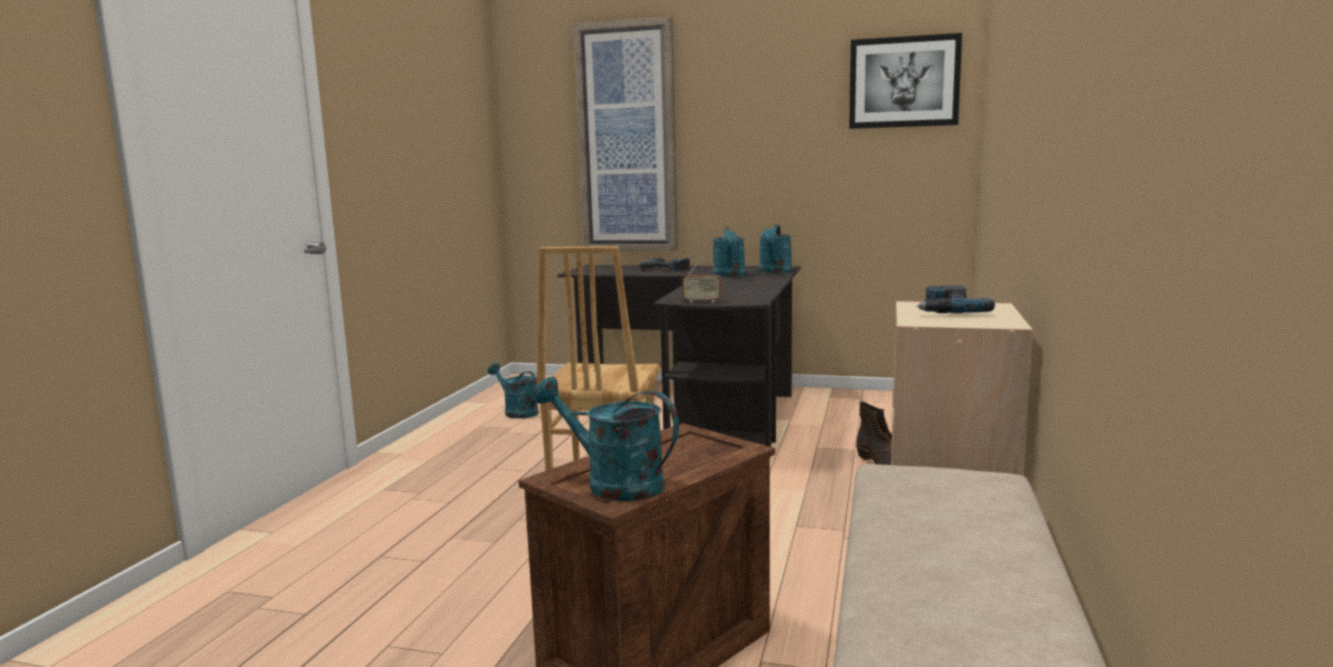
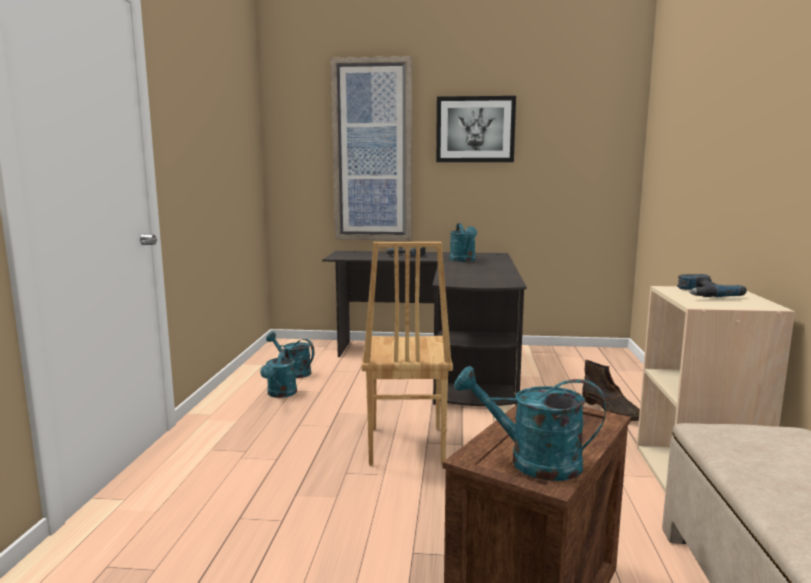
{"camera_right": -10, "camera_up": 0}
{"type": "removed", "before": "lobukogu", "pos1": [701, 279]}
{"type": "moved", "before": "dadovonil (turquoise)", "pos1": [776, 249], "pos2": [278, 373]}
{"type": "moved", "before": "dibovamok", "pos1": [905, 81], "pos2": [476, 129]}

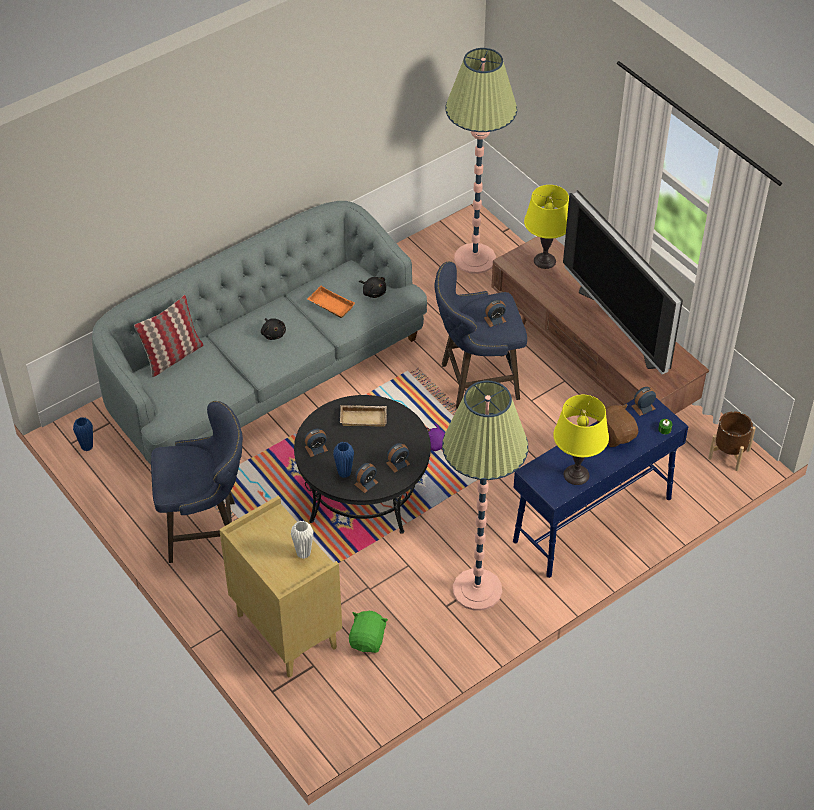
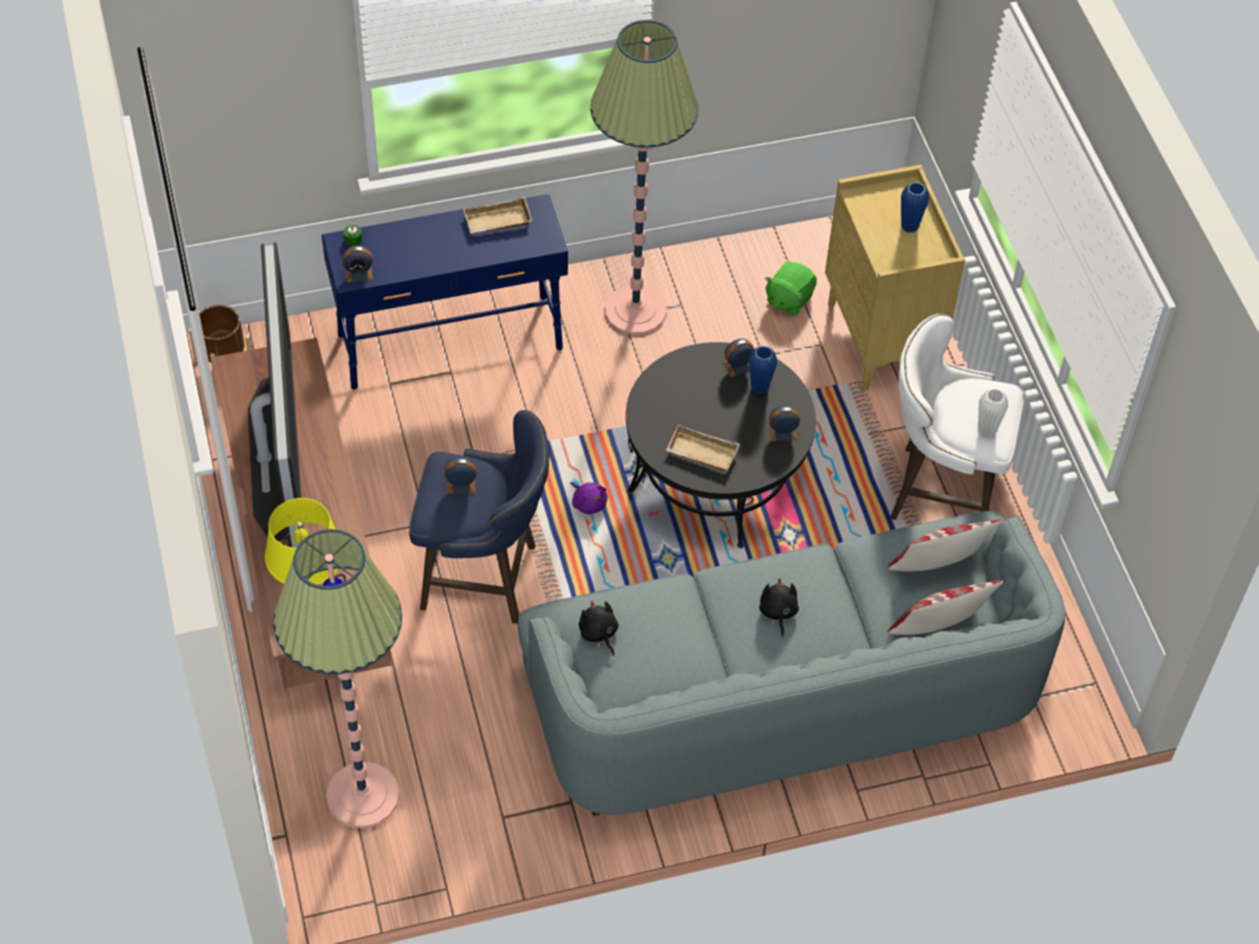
{"camera_right": -160, "camera_up": 5}
{"type": "moved", "before": "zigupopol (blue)", "pos1": [83, 434], "pos2": [915, 207]}
{"type": "recoloured", "before": "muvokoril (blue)", "after": "muvokoril (white)", "pos1": [197, 482], "pos2": [957, 417]}
{"type": "moved", "before": "zigupopol (white)", "pos1": [302, 540], "pos2": [993, 413]}
{"type": "removed", "before": "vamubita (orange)", "pos1": [331, 302]}
{"type": "removed", "before": "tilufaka", "pos1": [398, 458]}
{"type": "replaced", "before": "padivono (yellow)", "after": "vamubita (beige)", "pos1": [581, 440], "pos2": [497, 215]}
{"type": "removed", "before": "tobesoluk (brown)", "pos1": [617, 425]}
{"type": "added", "after": "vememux", "pos2": [945, 545]}

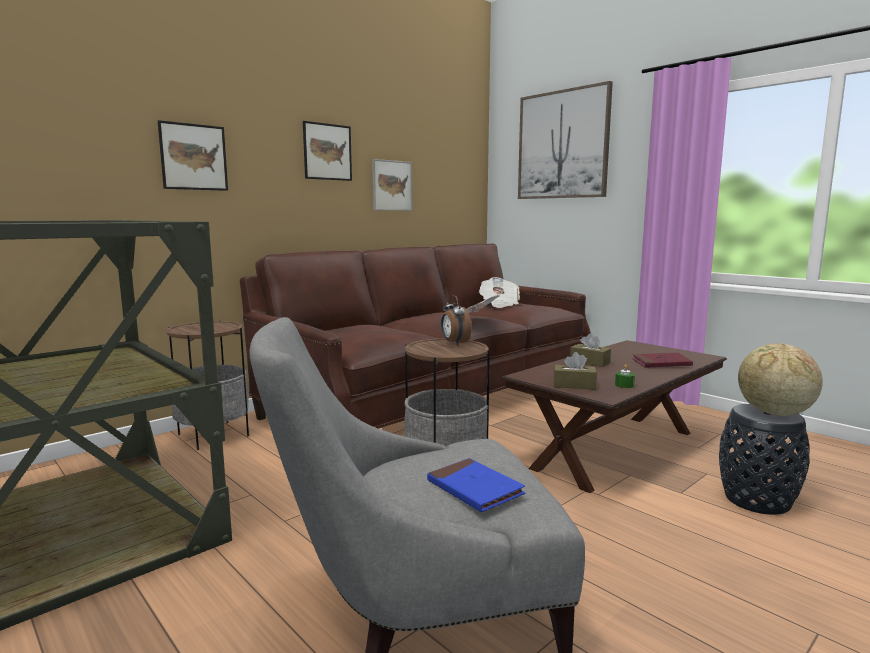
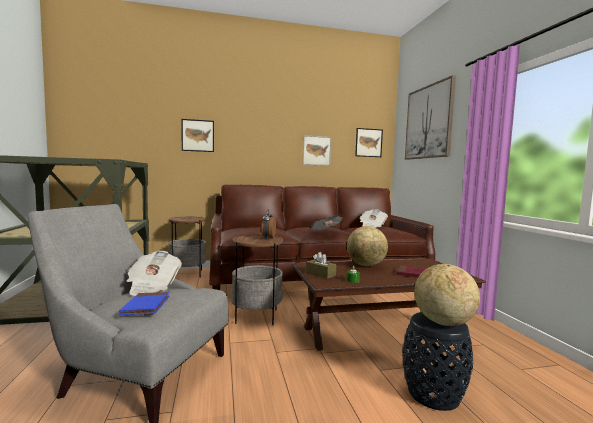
{"camera_right": 30, "camera_up": -5}
{"type": "moved", "before": "dibovamok", "pos1": [327, 151], "pos2": [369, 142]}
{"type": "replaced", "before": "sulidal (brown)", "after": "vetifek", "pos1": [590, 350], "pos2": [367, 246]}
{"type": "added", "after": "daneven", "pos2": [154, 273]}

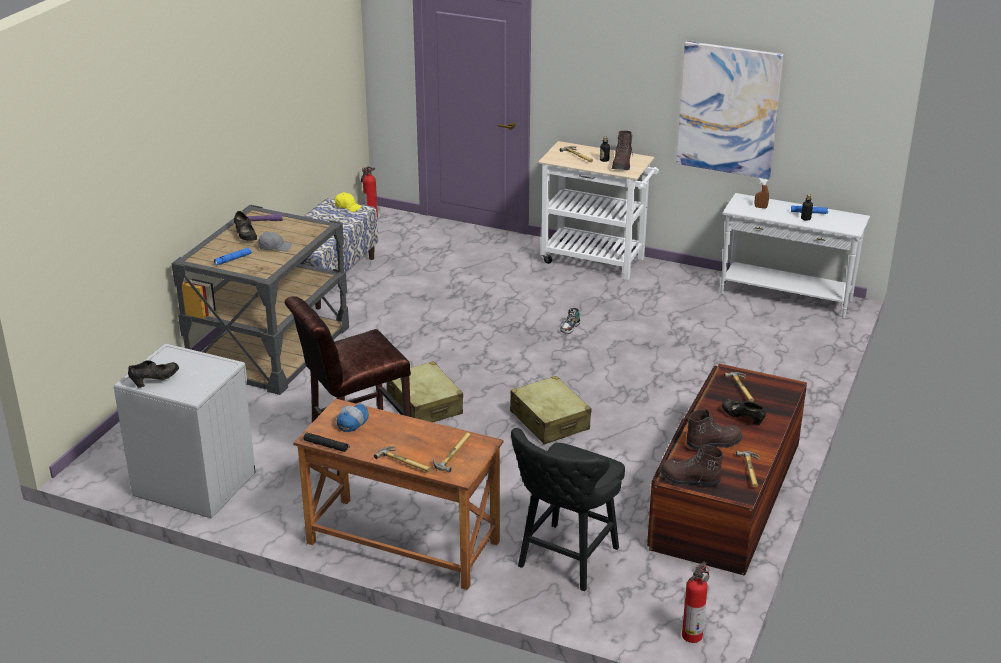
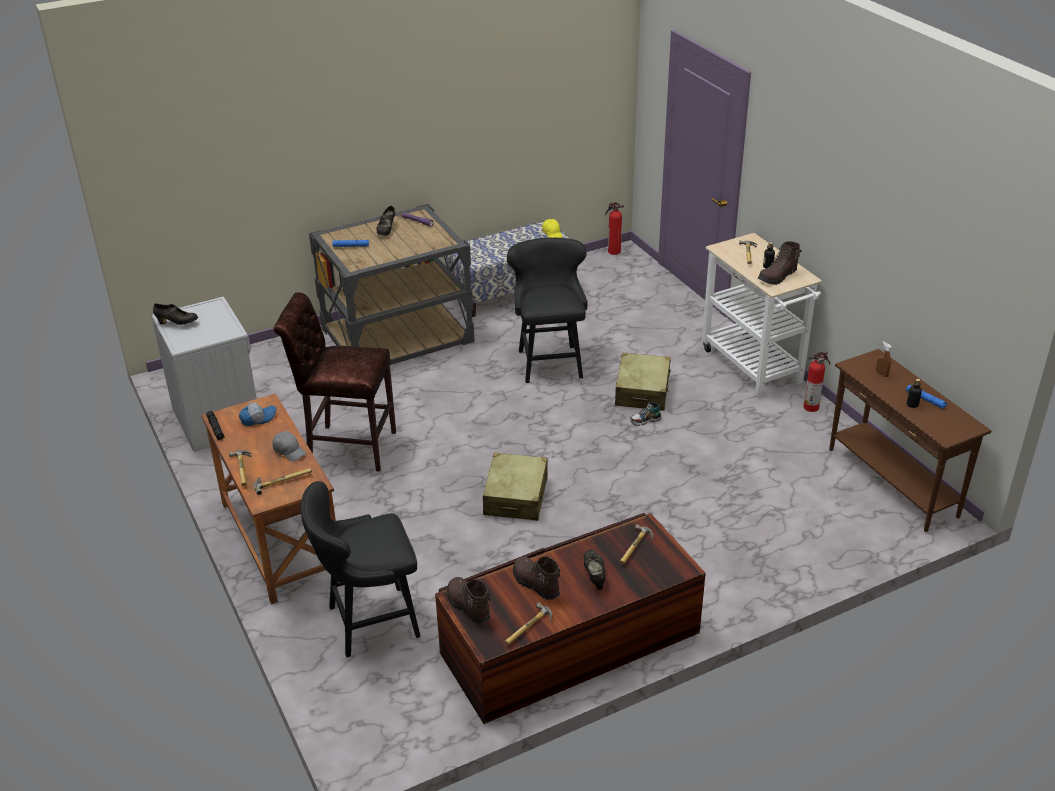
{"camera_right": 40, "camera_up": 5}
{"type": "moved", "before": "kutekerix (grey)", "pos1": [275, 241], "pos2": [289, 446]}
{"type": "moved", "before": "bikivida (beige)", "pos1": [425, 391], "pos2": [643, 382]}
{"type": "removed", "before": "dibovamok", "pos1": [730, 110]}
{"type": "moved", "before": "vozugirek", "pos1": [695, 602], "pos2": [816, 381]}
{"type": "turned", "before": "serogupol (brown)", "pos1": [714, 429], "pos2": [536, 578], "turn": -150}
{"type": "recoloured", "before": "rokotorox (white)", "after": "rokotorox (brown)", "pos1": [795, 256], "pos2": [910, 440]}
{"type": "added", "after": "muvokoril (black)", "pos2": [547, 310]}

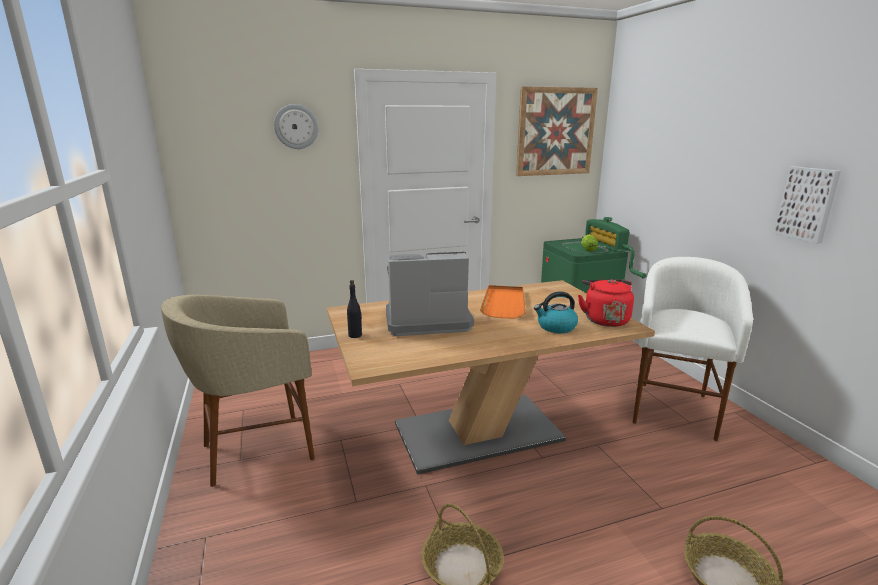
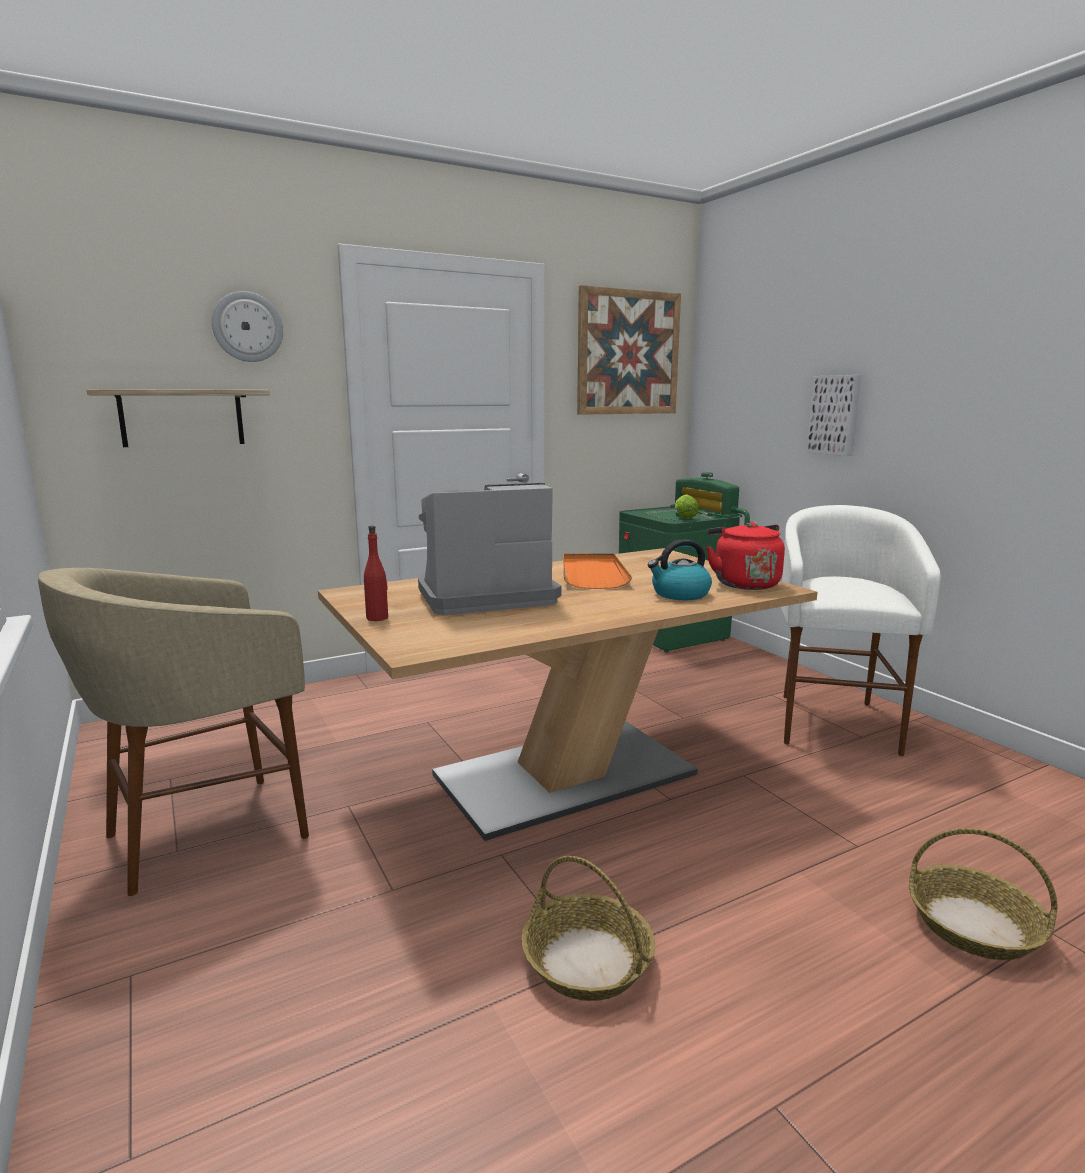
{"camera_right": -10, "camera_up": -5}
{"type": "recoloured", "before": "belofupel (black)", "after": "belofupel (red)", "pos1": [354, 309], "pos2": [376, 573]}
{"type": "moved", "before": "dibovamok", "pos1": [807, 204], "pos2": [834, 415]}
{"type": "added", "after": "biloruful", "pos2": [178, 418]}

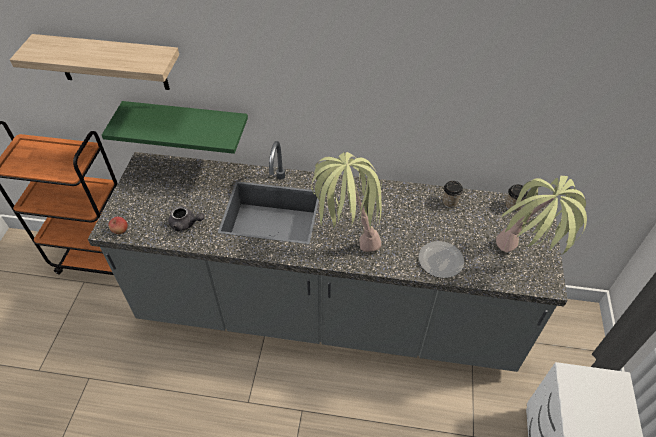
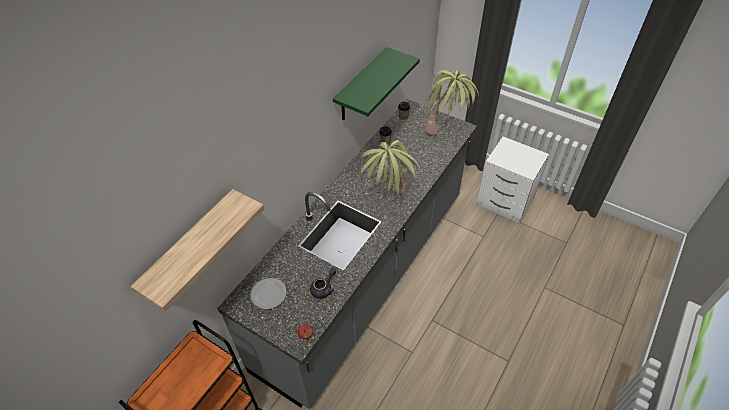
{"camera_right": -65, "camera_up": 0}
{"type": "moved", "before": "biloruful (green)", "pos1": [175, 127], "pos2": [376, 83]}
{"type": "moved", "before": "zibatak", "pos1": [441, 259], "pos2": [268, 293]}

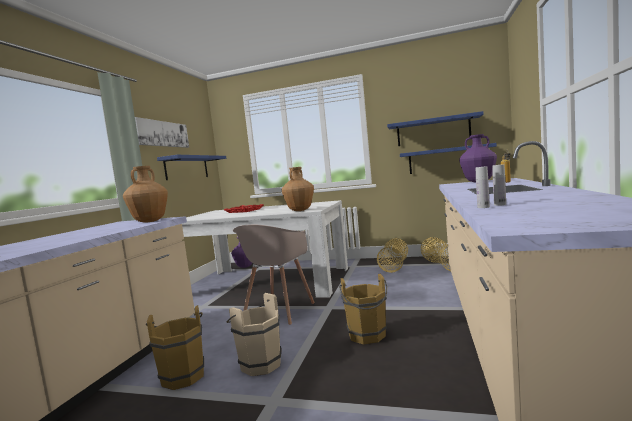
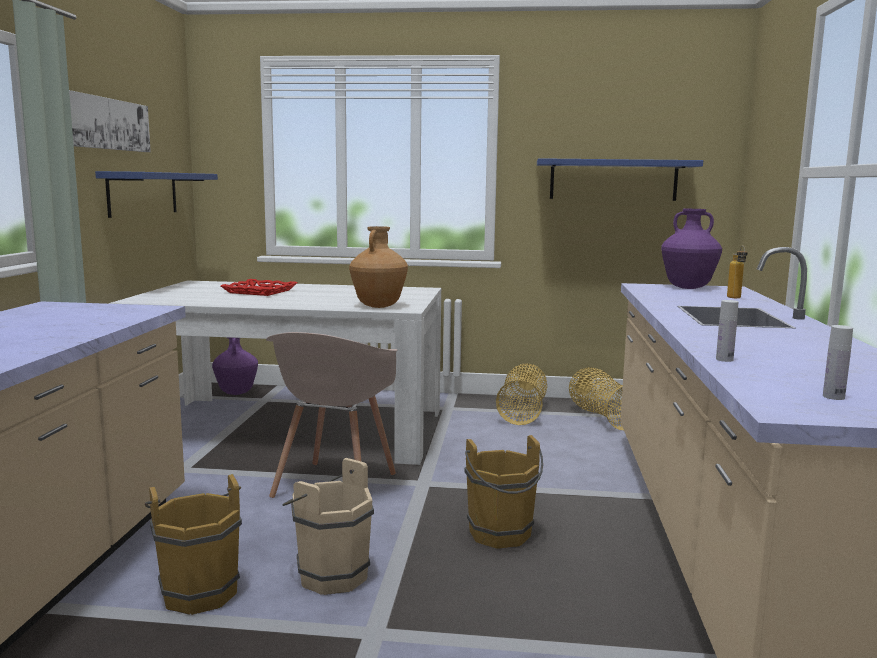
{"camera_right": -10, "camera_up": 5}
{"type": "removed", "before": "zigupopol (brown)", "pos1": [145, 194]}
{"type": "removed", "before": "biloruful (blue)", "pos1": [448, 158]}
{"type": "moved", "before": "belofupel (white)", "pos1": [499, 185], "pos2": [838, 362]}

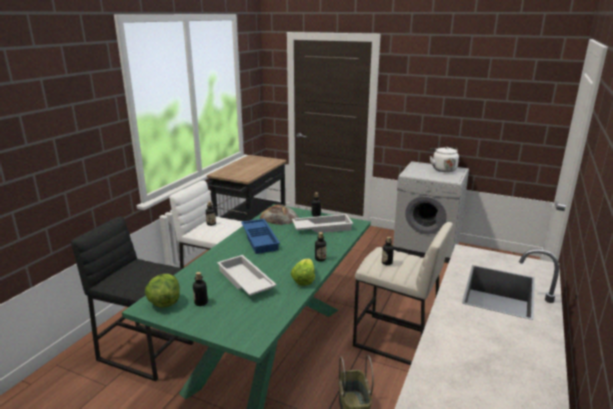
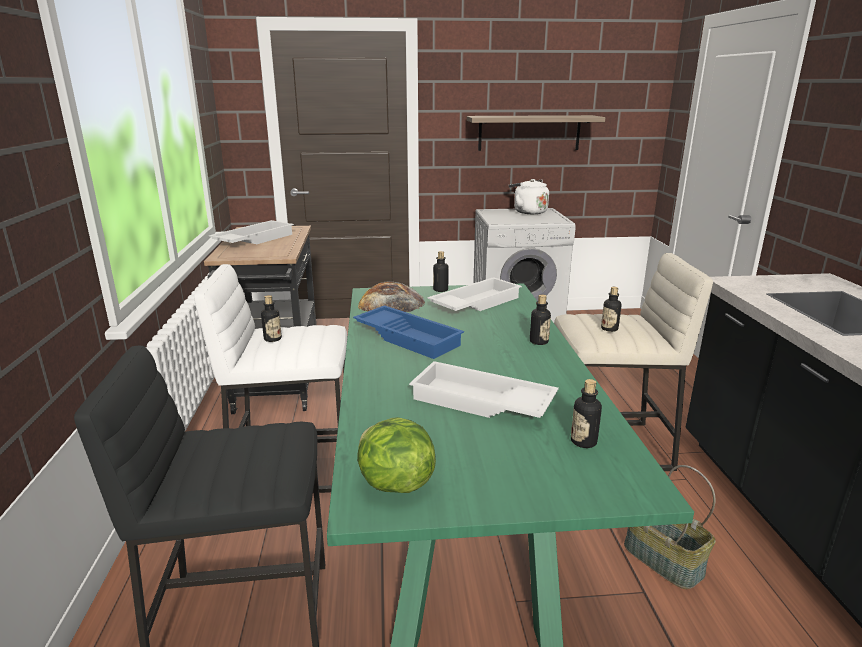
{"camera_right": -30, "camera_up": 0}
{"type": "moved", "before": "belofupel", "pos1": [200, 289], "pos2": [586, 413]}
{"type": "removed", "before": "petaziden", "pos1": [303, 272]}
{"type": "added", "after": "vamubita (white)", "pos2": [251, 232]}
{"type": "added", "after": "biloruful", "pos2": [536, 133]}

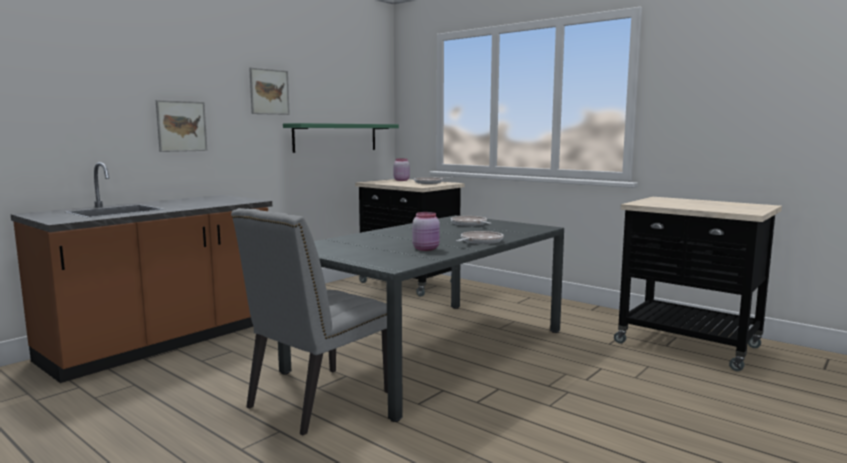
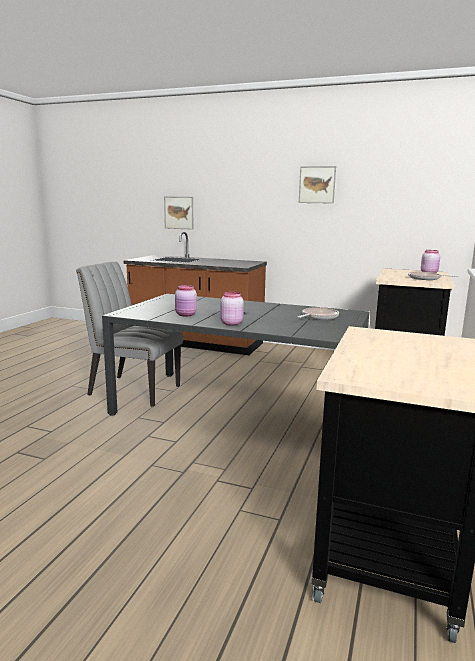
{"camera_right": 70, "camera_up": 5}
{"type": "moved", "before": "dibovamok", "pos1": [181, 126], "pos2": [178, 213]}
{"type": "removed", "before": "biloruful (green)", "pos1": [341, 138]}
{"type": "replaced", "before": "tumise", "after": "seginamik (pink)", "pos1": [480, 237], "pos2": [232, 309]}

